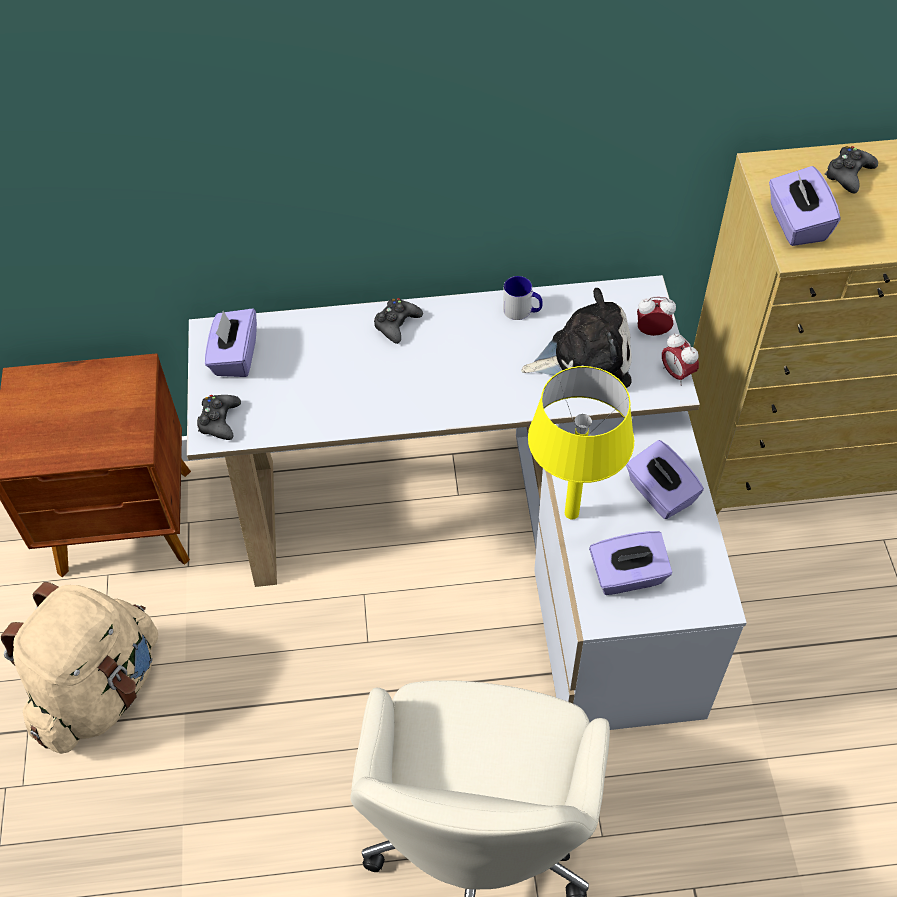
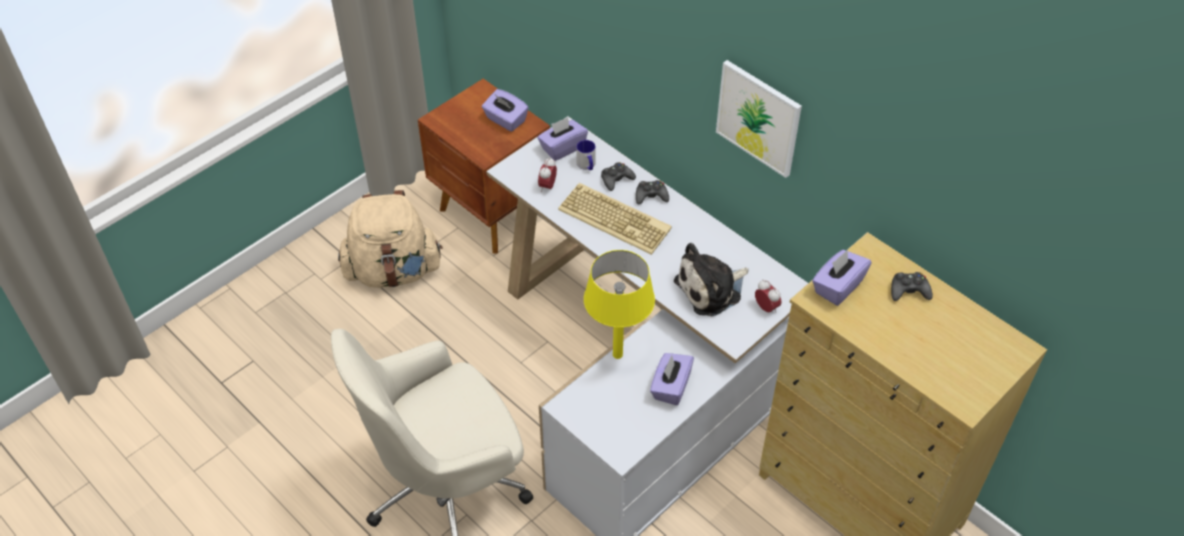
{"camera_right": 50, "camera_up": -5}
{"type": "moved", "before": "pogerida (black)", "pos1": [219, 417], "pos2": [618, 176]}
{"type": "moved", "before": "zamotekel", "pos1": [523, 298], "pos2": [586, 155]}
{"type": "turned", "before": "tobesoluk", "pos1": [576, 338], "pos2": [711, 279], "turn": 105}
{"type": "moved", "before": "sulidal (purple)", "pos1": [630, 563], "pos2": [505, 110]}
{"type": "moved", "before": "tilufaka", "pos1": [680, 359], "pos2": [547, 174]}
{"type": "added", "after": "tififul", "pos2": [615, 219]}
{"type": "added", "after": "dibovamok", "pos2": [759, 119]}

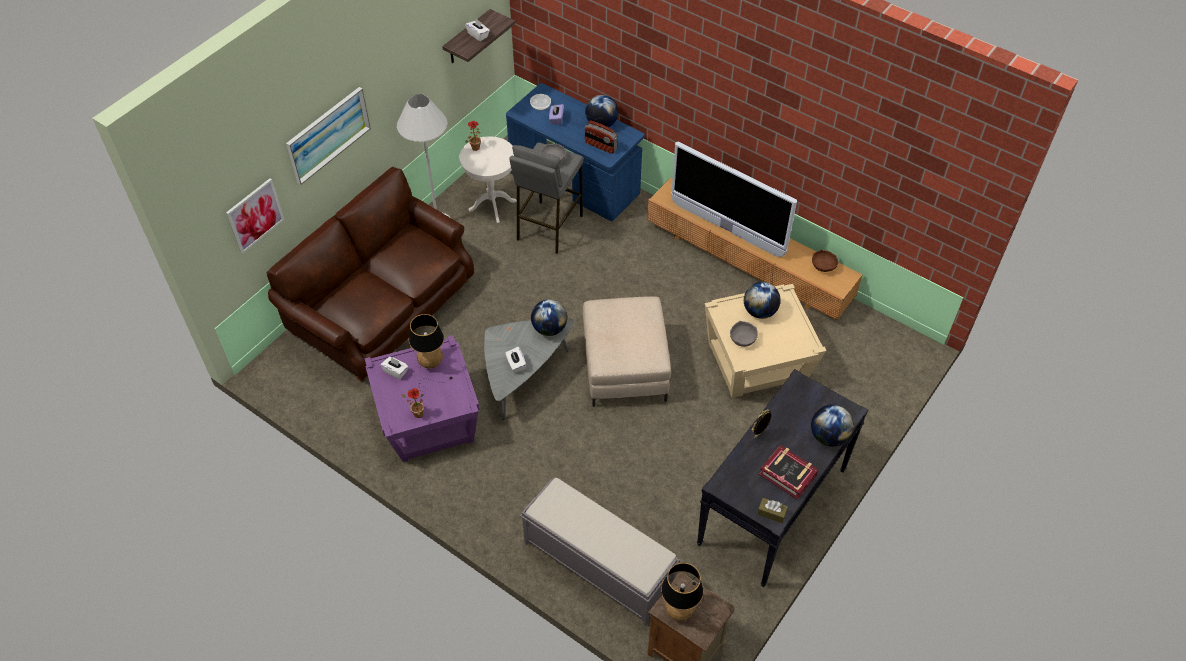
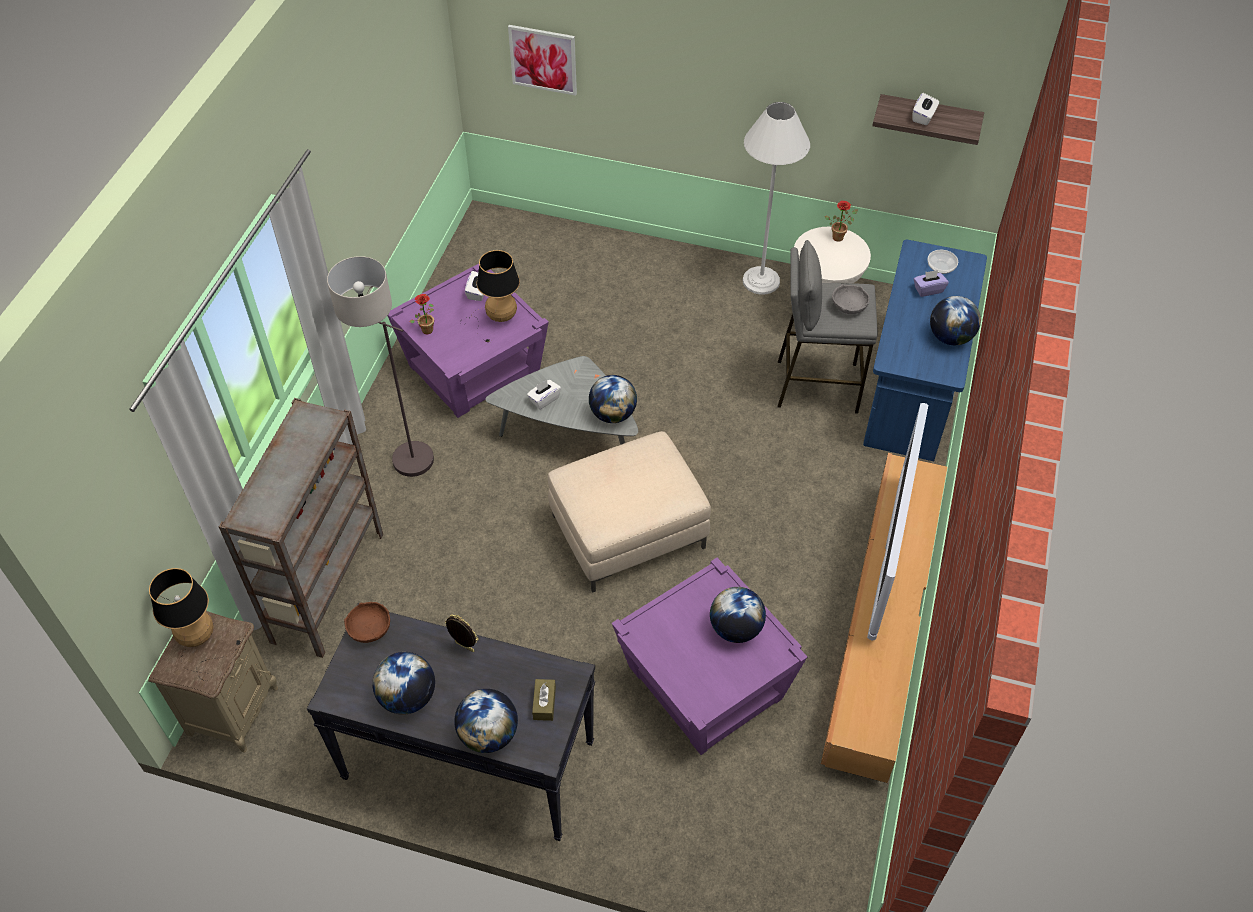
{"camera_right": 70, "camera_up": 0}
{"type": "removed", "before": "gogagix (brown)", "pos1": [370, 274]}
{"type": "removed", "before": "dibovamok", "pos1": [328, 136]}
{"type": "replaced", "before": "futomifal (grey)", "after": "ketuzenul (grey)", "pos1": [600, 552], "pos2": [301, 528]}
{"type": "removed", "before": "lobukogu", "pos1": [601, 137]}
{"type": "recoloured", "before": "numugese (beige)", "after": "numugese (purple)", "pos1": [766, 341], "pos2": [709, 656]}
{"type": "removed", "before": "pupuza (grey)", "pos1": [744, 334]}
{"type": "moved", "before": "sulidal (brown)", "pos1": [772, 510], "pos2": [544, 700]}
{"type": "replaced", "before": "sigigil", "after": "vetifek", "pos1": [788, 472], "pos2": [403, 683]}
{"type": "moved", "before": "pupuza (brown)", "pos1": [825, 260], "pos2": [367, 622]}
{"type": "added", "after": "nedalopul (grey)", "pos2": [380, 366]}

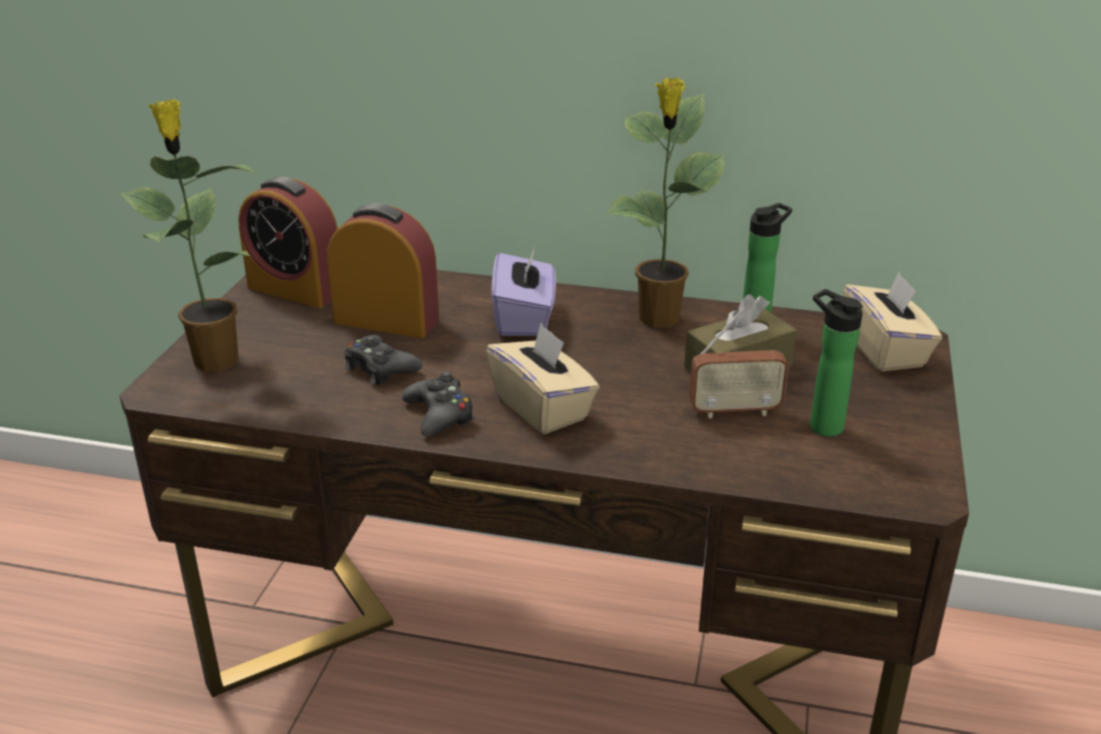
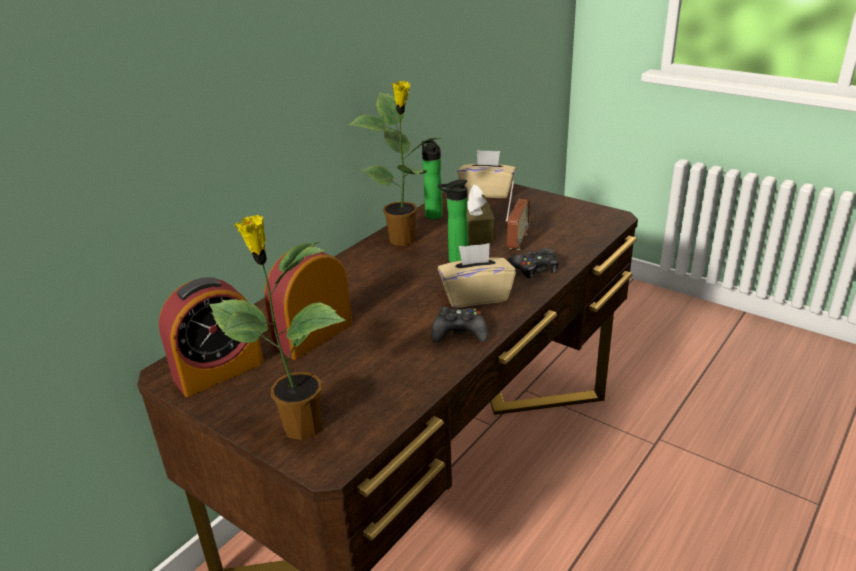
{"camera_right": -65, "camera_up": 0}
{"type": "moved", "before": "pogerida (black)", "pos1": [383, 360], "pos2": [532, 263]}
{"type": "removed", "before": "sulidal (purple)", "pos1": [523, 290]}
{"type": "moved", "before": "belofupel", "pos1": [836, 363], "pos2": [453, 220]}

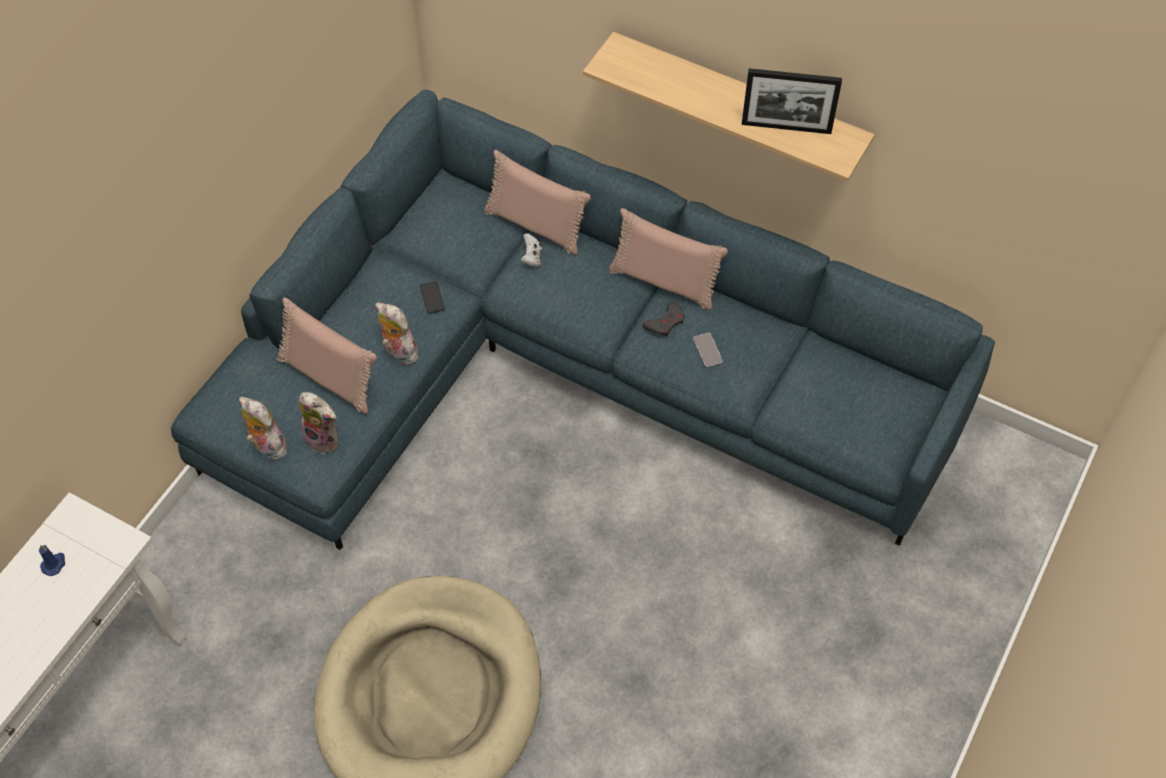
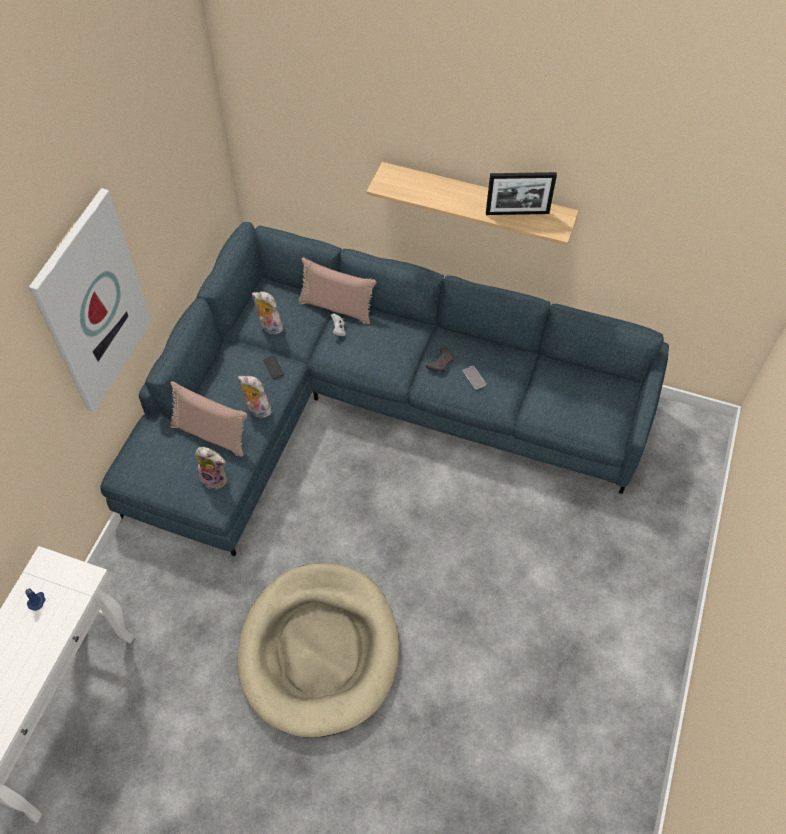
{"camera_right": -10, "camera_up": 0}
{"type": "moved", "before": "tobesoluk", "pos1": [264, 428], "pos2": [267, 312]}
{"type": "removed", "before": "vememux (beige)", "pos1": [668, 259]}
{"type": "added", "after": "dibovamok", "pos2": [90, 300]}

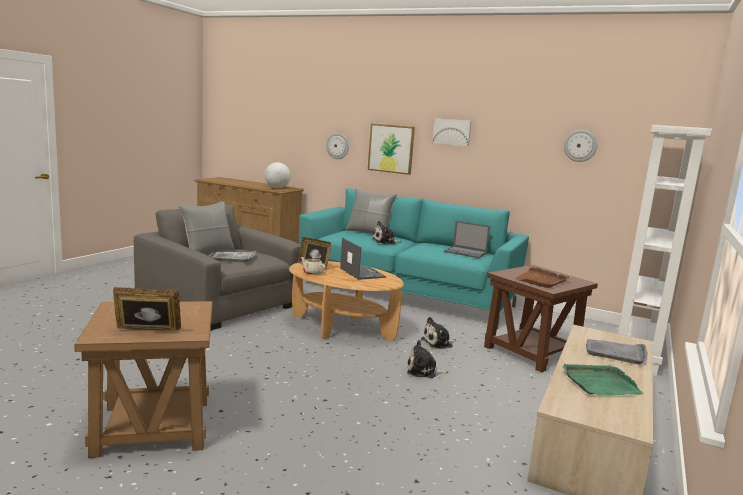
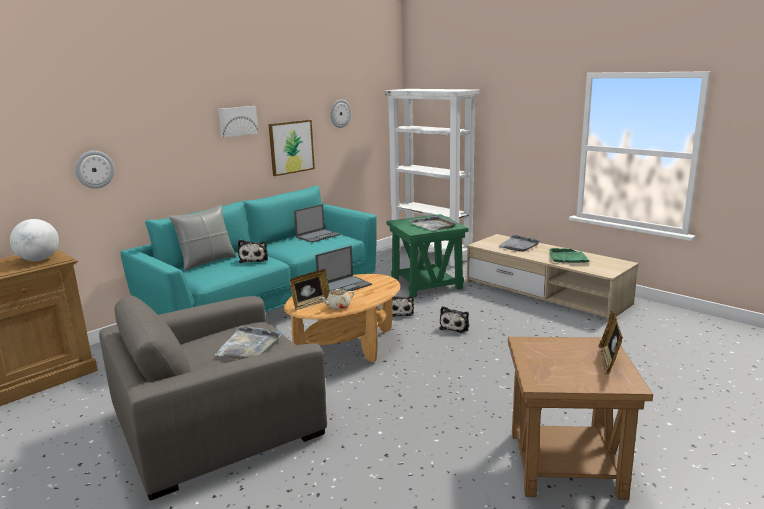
{"camera_right": -70, "camera_up": 5}
{"type": "removed", "before": "vememux (grey)", "pos1": [206, 227]}
{"type": "turned", "before": "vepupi", "pos1": [363, 259], "pos2": [343, 269], "turn": 150}
{"type": "moved", "before": "dibovamok", "pos1": [391, 149], "pos2": [292, 148]}
{"type": "recoloured", "before": "numugese (brown)", "after": "numugese (green)", "pos1": [541, 318], "pos2": [427, 255]}
{"type": "recoloured", "before": "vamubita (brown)", "after": "vamubita (grey)", "pos1": [542, 277], "pos2": [433, 223]}

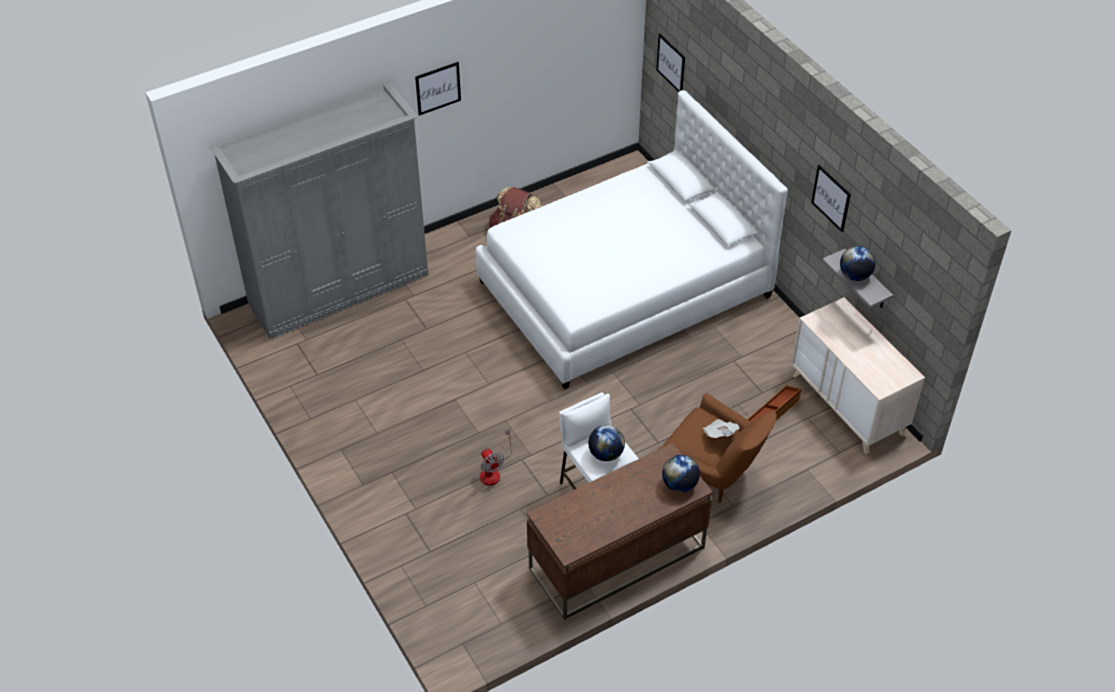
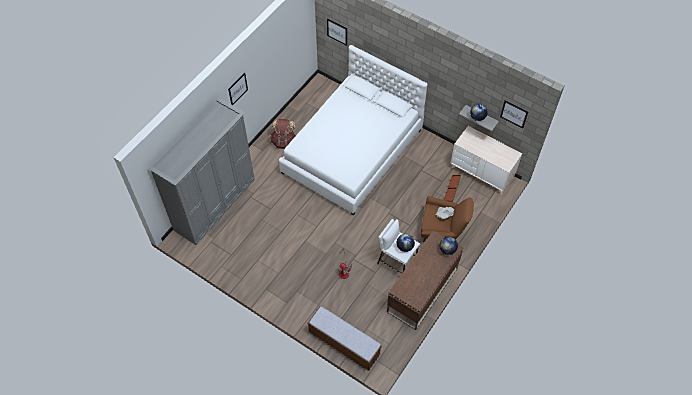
{"camera_right": -25, "camera_up": 10}
{"type": "moved", "before": "dibovamok", "pos1": [831, 198], "pos2": [514, 114]}
{"type": "added", "after": "futomifal", "pos2": [344, 339]}

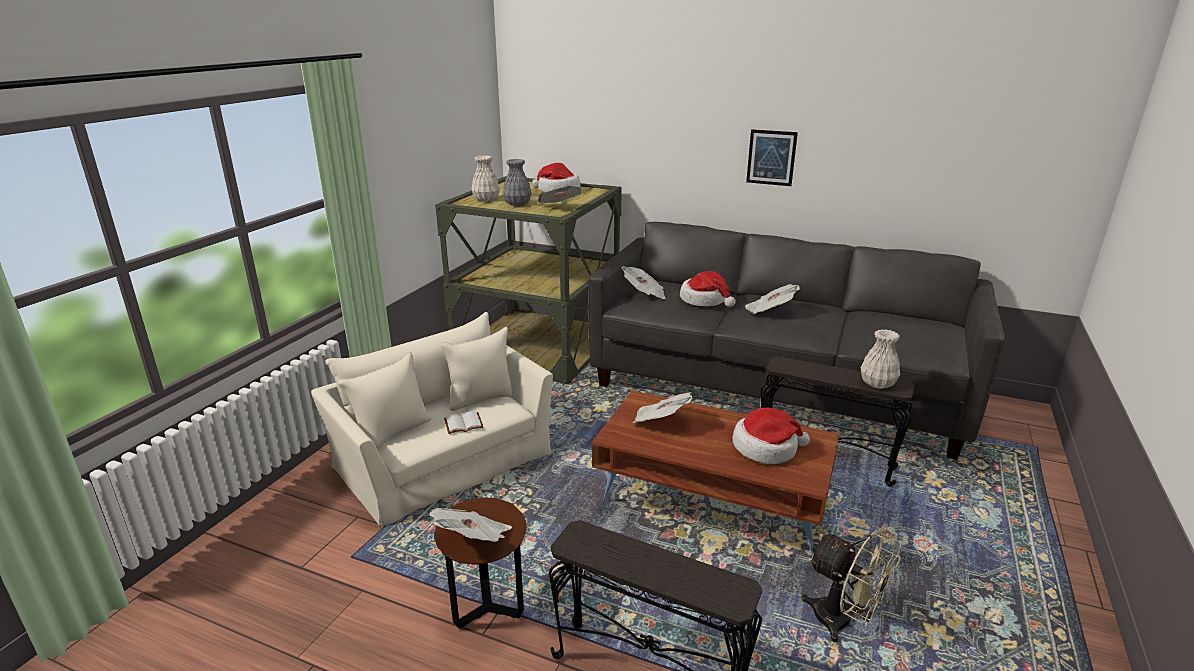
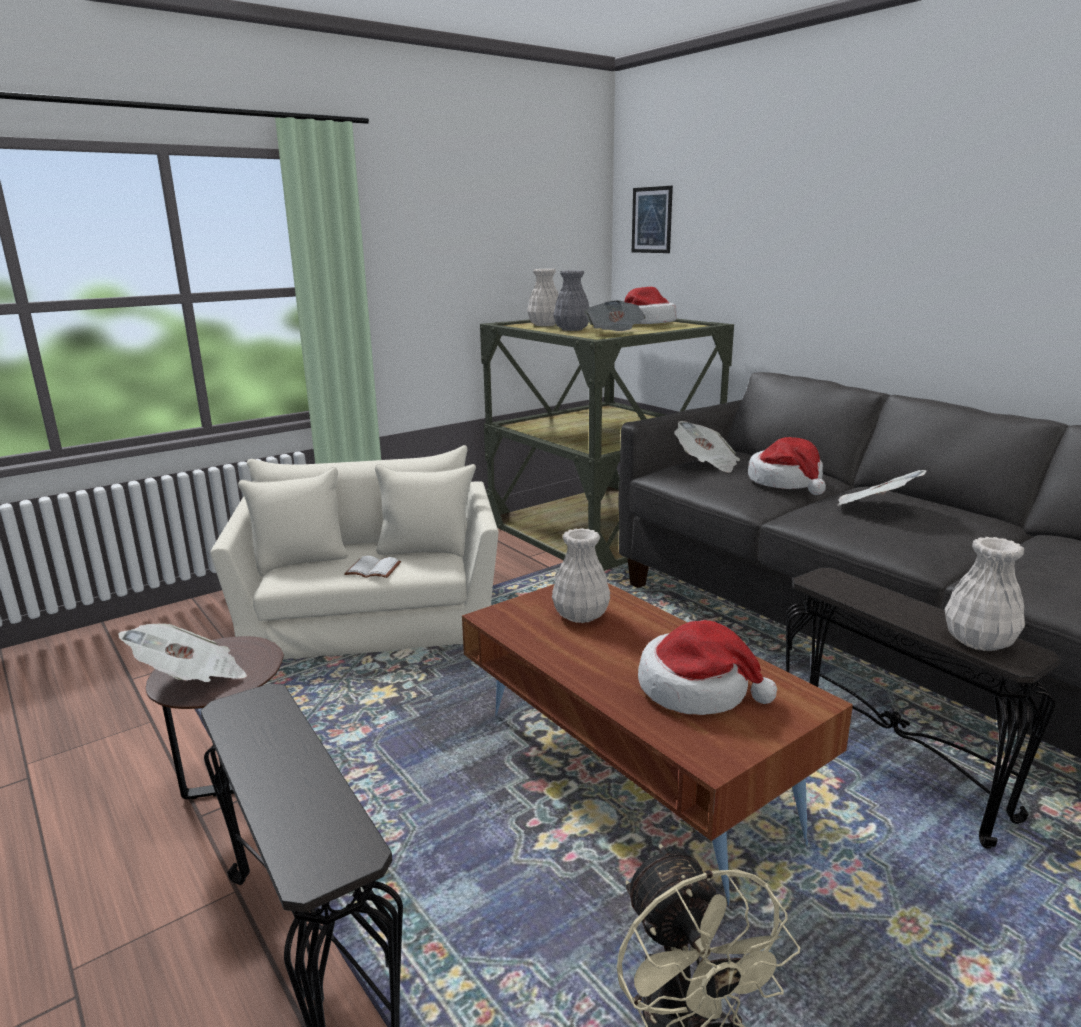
{"camera_right": 30, "camera_up": -5}
{"type": "replaced", "before": "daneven", "after": "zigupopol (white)", "pos1": [663, 407], "pos2": [581, 575]}
{"type": "moved", "before": "dibovamok", "pos1": [772, 157], "pos2": [652, 219]}

